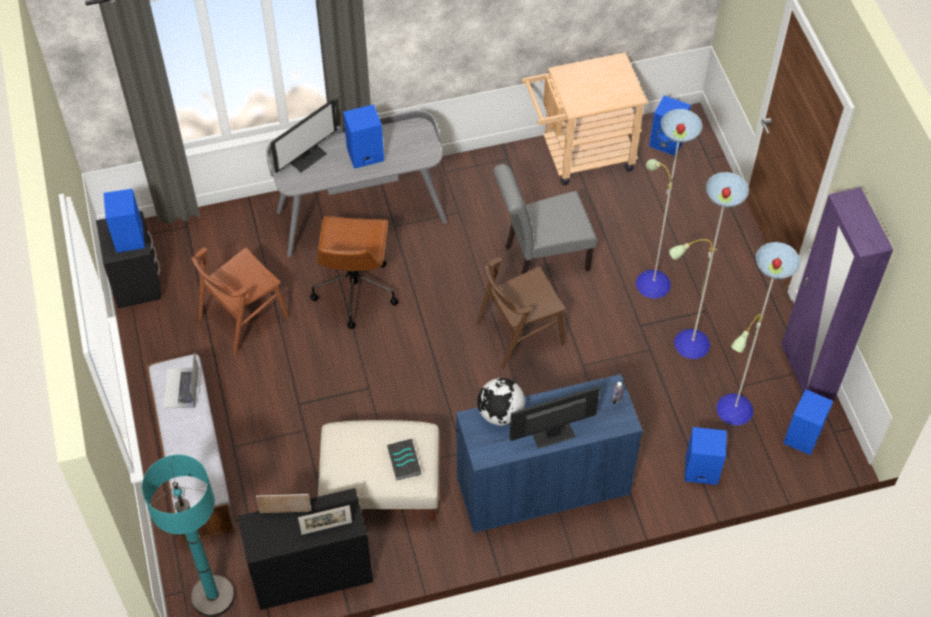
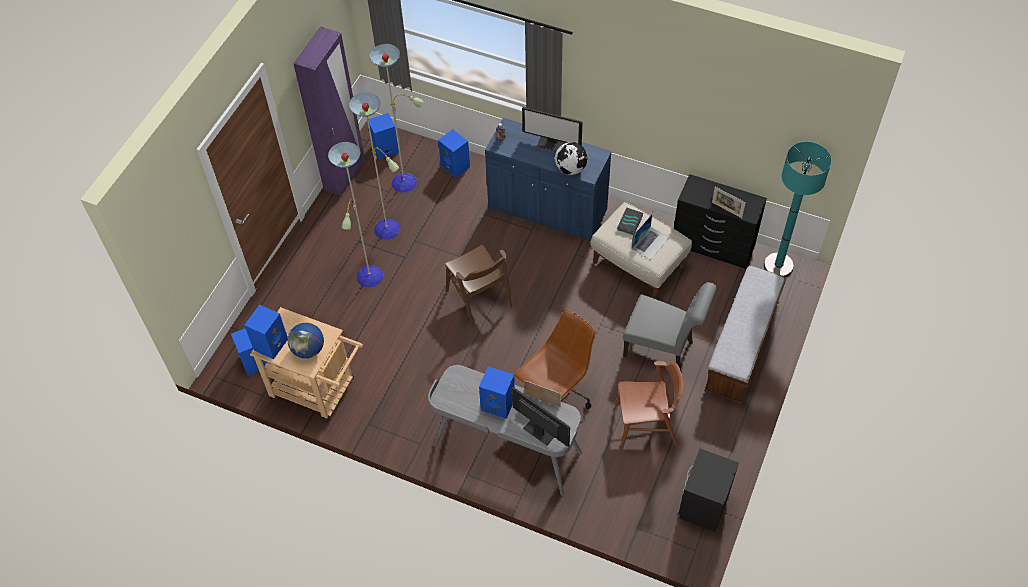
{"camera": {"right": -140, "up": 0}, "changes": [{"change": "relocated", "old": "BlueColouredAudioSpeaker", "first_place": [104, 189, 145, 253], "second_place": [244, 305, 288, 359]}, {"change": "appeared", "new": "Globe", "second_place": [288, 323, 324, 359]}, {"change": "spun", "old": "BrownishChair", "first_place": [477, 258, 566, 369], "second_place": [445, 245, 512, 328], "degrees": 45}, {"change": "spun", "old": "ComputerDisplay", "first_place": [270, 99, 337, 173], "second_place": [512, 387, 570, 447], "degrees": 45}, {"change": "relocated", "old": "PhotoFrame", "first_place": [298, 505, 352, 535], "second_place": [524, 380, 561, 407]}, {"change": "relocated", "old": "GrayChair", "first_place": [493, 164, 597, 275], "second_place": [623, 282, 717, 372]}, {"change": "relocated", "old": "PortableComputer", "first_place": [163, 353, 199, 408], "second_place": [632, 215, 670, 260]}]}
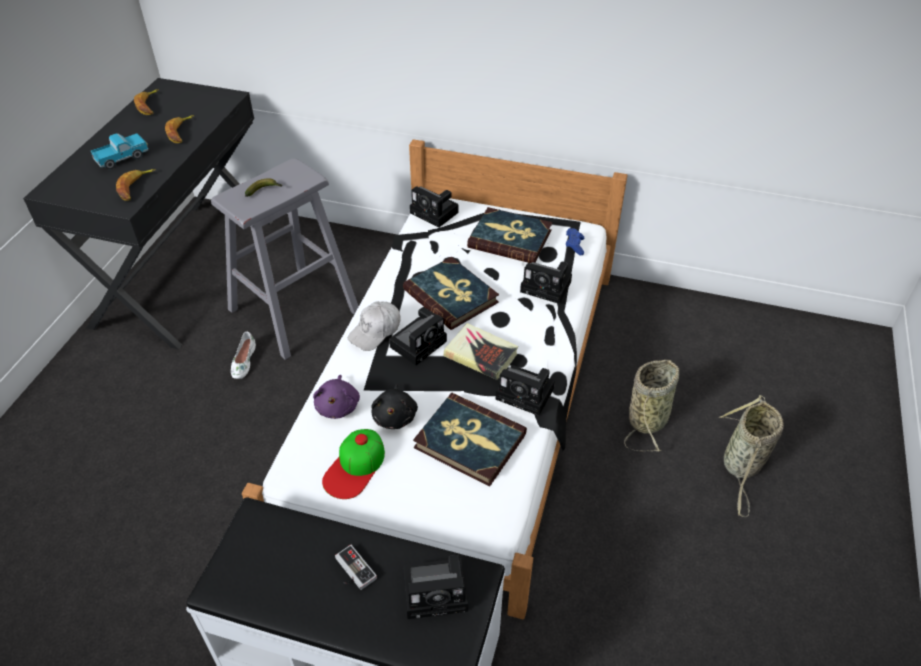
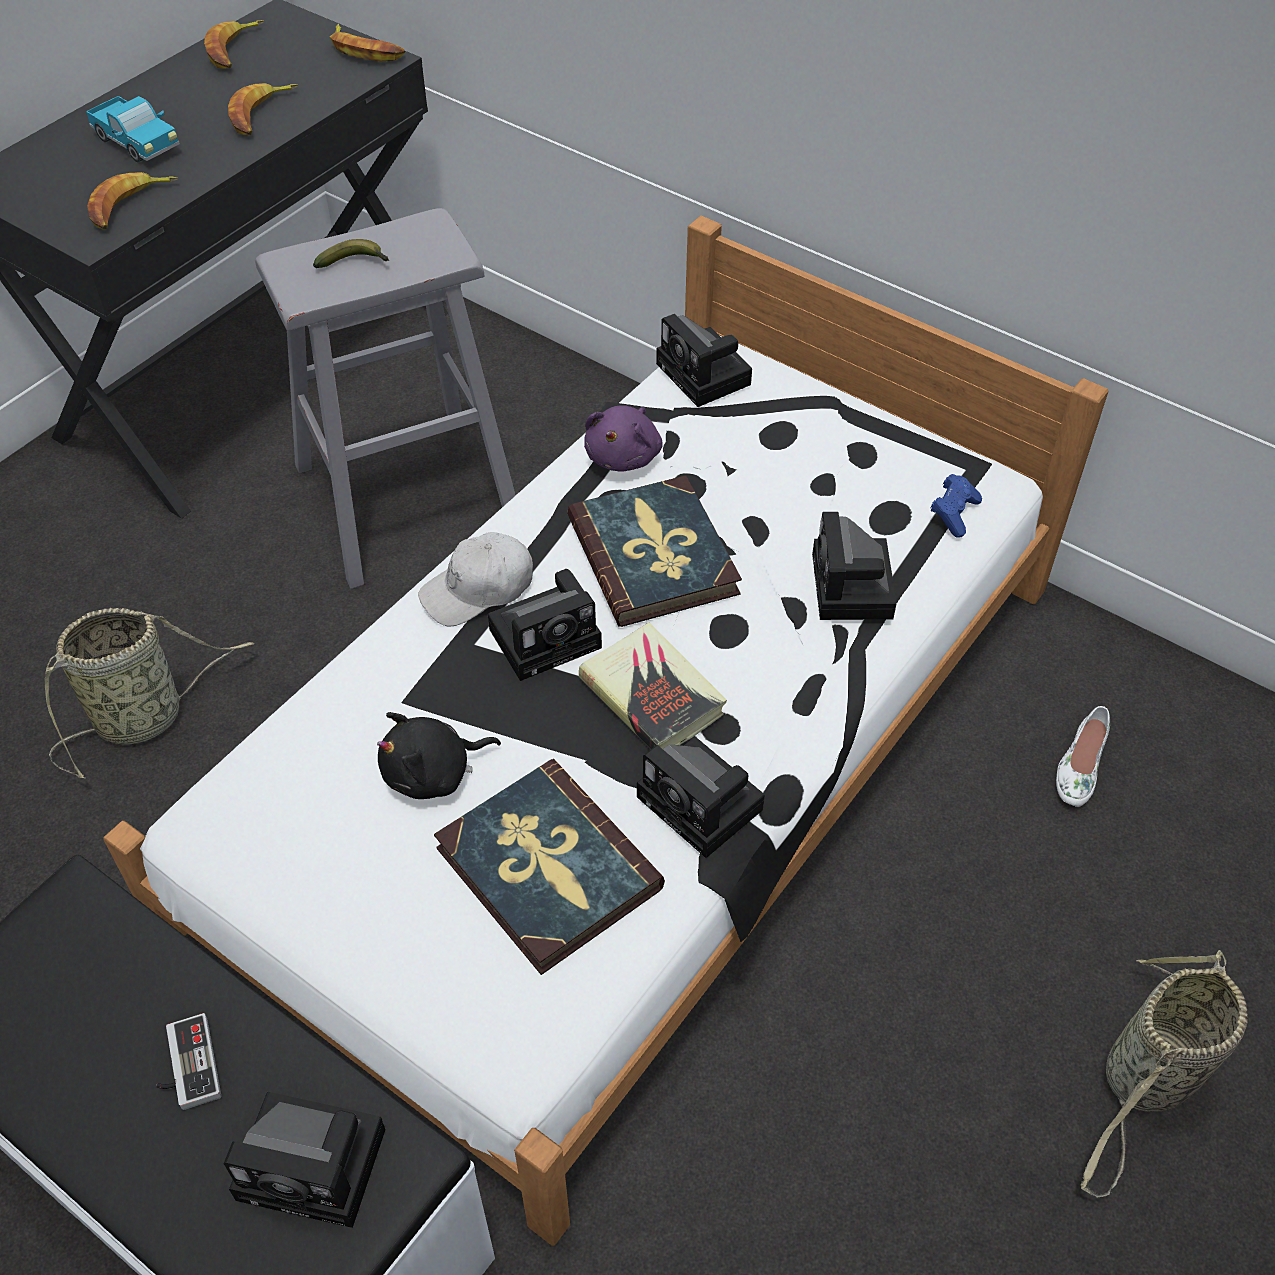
{"camera": {"right": 20, "up": 5}, "changes": [{"change": "relocated", "old": "StorageBasket", "first_place": [624, 360, 679, 452], "second_place": [45, 608, 254, 778]}, {"change": "spun", "old": "ToyTruck", "first_place": [91, 133, 148, 169], "second_place": [86, 96, 180, 162], "degrees": 60}, {"change": "appeared", "new": "WholeBanana", "second_place": [330, 24, 405, 61]}, {"change": "spun", "old": "BlackPlushToy", "first_place": [371, 384, 418, 429], "second_place": [377, 712, 501, 799], "degrees": 45}, {"change": "relocated", "old": "PurplePlushToy", "first_place": [313, 375, 360, 419], "second_place": [584, 405, 663, 472]}, {"change": "spun", "old": "StillCamera", "first_place": [520, 261, 572, 304], "second_place": [812, 512, 897, 620], "degrees": 45}, {"change": "relocated", "old": "WhitishLowShoe", "first_place": [231, 332, 256, 379], "second_place": [1056, 706, 1110, 807]}, {"change": "missing", "old": "Cap", "first_place": [322, 429, 385, 499]}, {"change": "missing", "old": "Book", "first_place": [467, 207, 552, 263]}]}
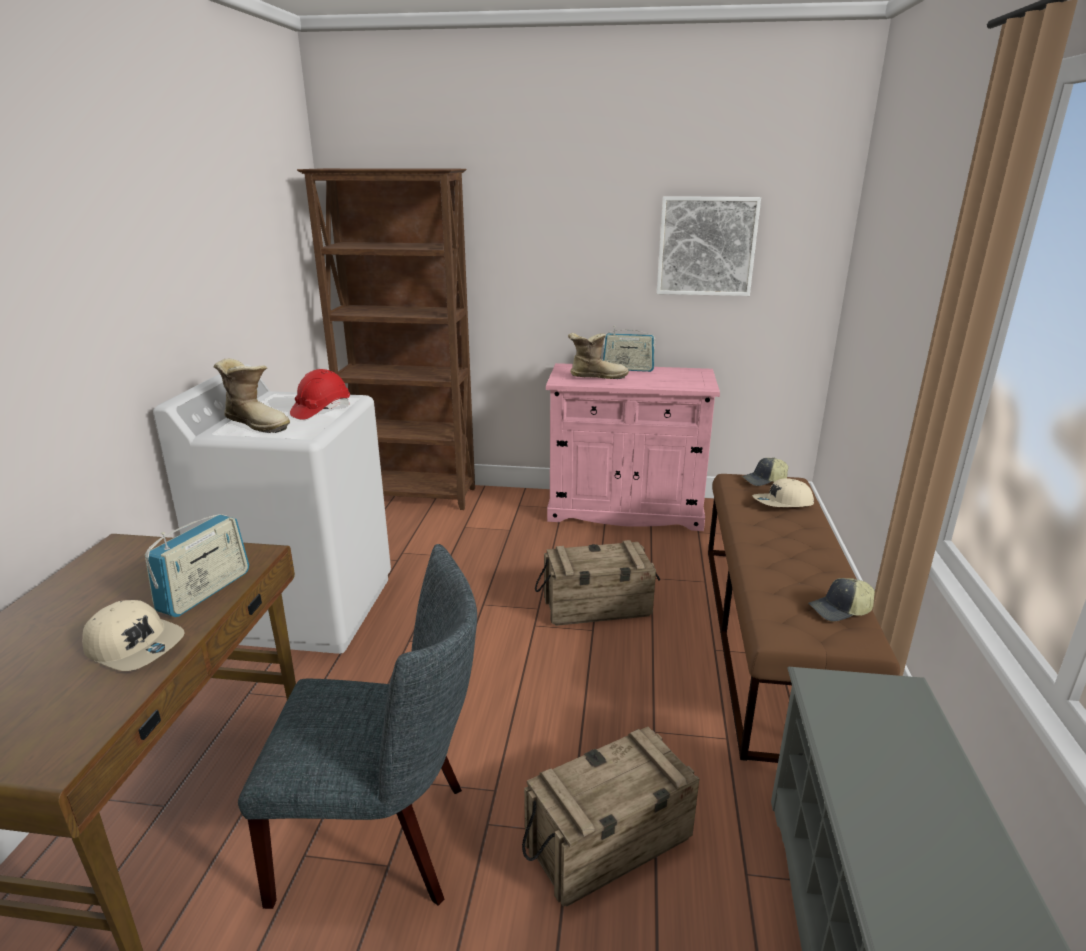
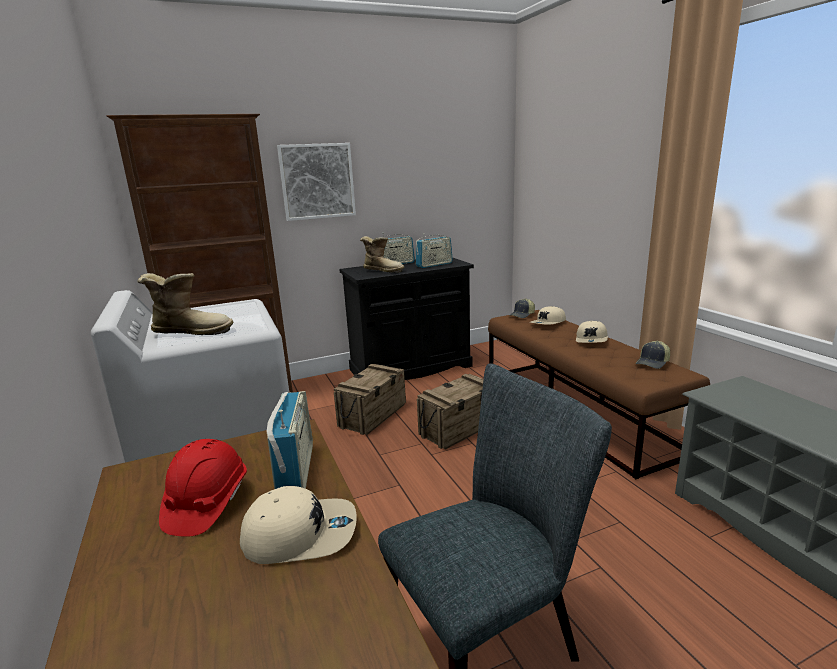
{"camera": {"right": -30, "up": -5}, "changes": [{"change": "relocated", "old": "RedWorkHelmet", "first_place": [290, 369, 350, 420], "second_place": [159, 439, 247, 537]}, {"change": "relocated", "old": "Picture", "first_place": [657, 196, 761, 296], "second_place": [277, 143, 356, 221]}, {"change": "relocated", "old": "PackingCrate", "first_place": [522, 727, 699, 907], "second_place": [334, 364, 406, 435]}, {"change": "colour", "old": "PinkStorageCabinet", "new": "BlackStorageCabinet", "first_place": [546, 363, 720, 531], "second_place": [339, 257, 474, 380]}, {"change": "spun", "old": "HighTopBoot", "first_place": [568, 333, 629, 379], "second_place": [360, 236, 404, 273], "degrees": 60}, {"change": "appeared", "new": "RadioReceiver", "second_place": [416, 233, 453, 268]}, {"change": "appeared", "new": "BeigeColouredCap", "second_place": [576, 321, 608, 343]}]}
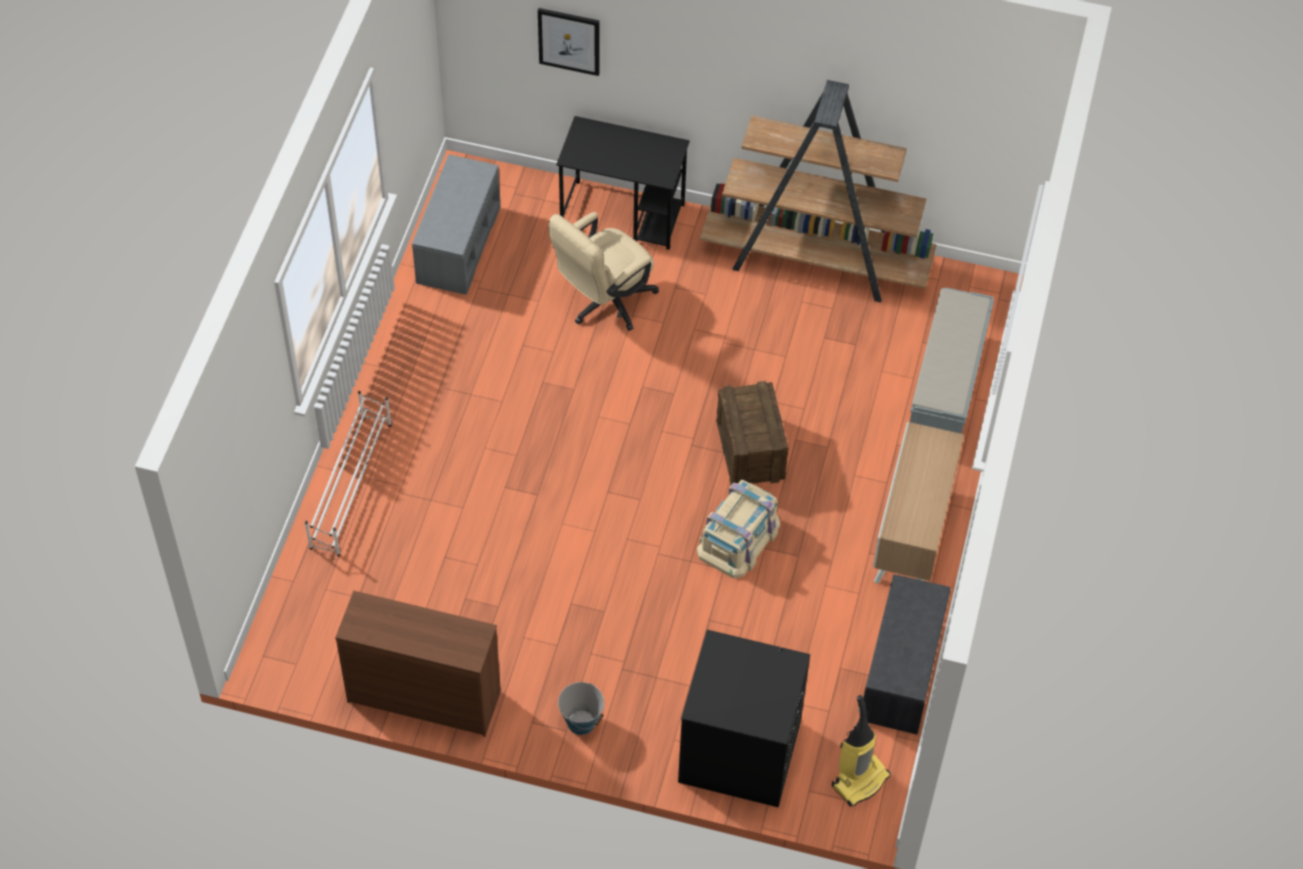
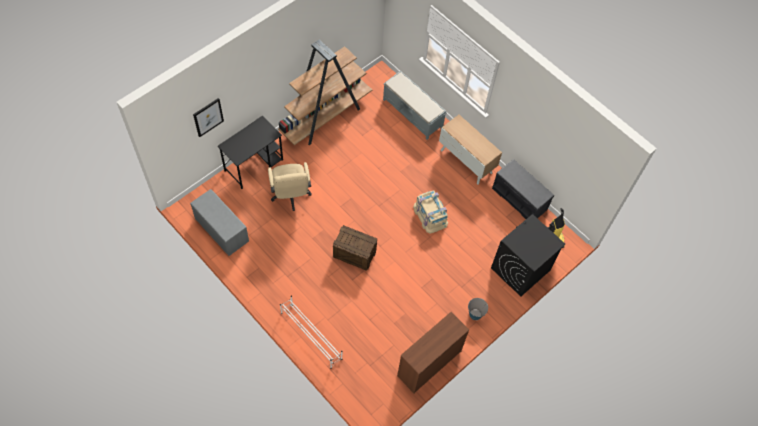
{"camera": {"right": -60, "up": 5}, "changes": [{"change": "relocated", "old": "PackingCrate", "first_place": [716, 381, 789, 485], "second_place": [333, 225, 377, 271]}]}
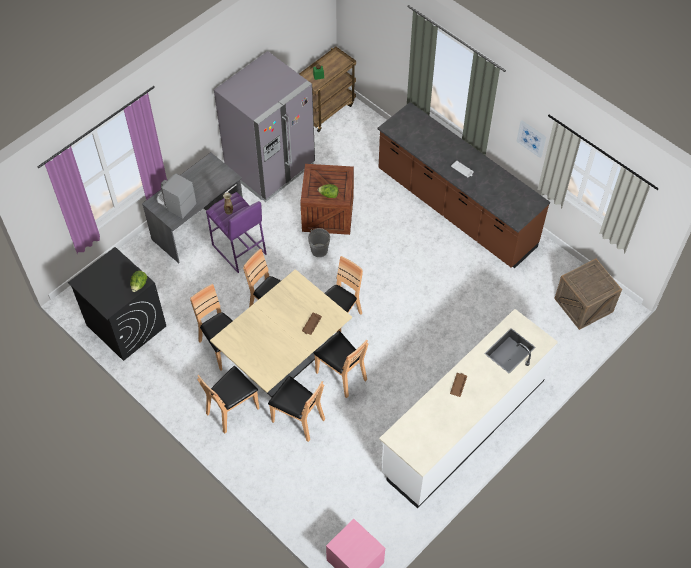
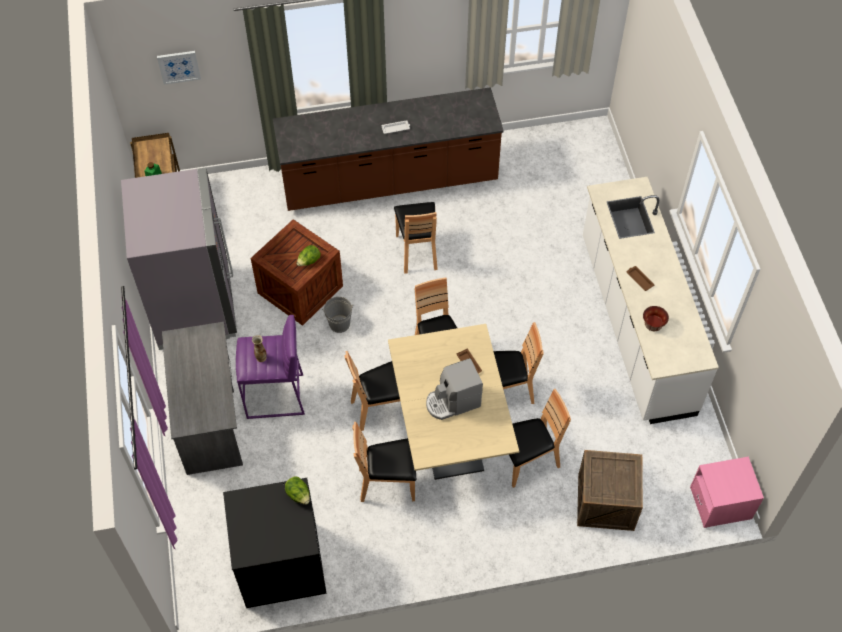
{"camera": {"right": -55, "up": 0}, "changes": [{"change": "relocated", "old": "Picture", "first_place": [516, 120, 546, 158], "second_place": [157, 51, 201, 85]}, {"change": "relocated", "old": "BrownishChair", "first_place": [197, 366, 260, 433], "second_place": [394, 202, 438, 273]}, {"change": "relocated", "old": "CoffeeBrewer", "first_place": [157, 173, 196, 219], "second_place": [426, 358, 483, 420]}, {"change": "relocated", "old": "PackingCrate", "first_place": [554, 258, 622, 330], "second_place": [577, 450, 643, 531]}, {"change": "appeared", "new": "DeepDish", "second_place": [643, 306, 669, 331]}]}
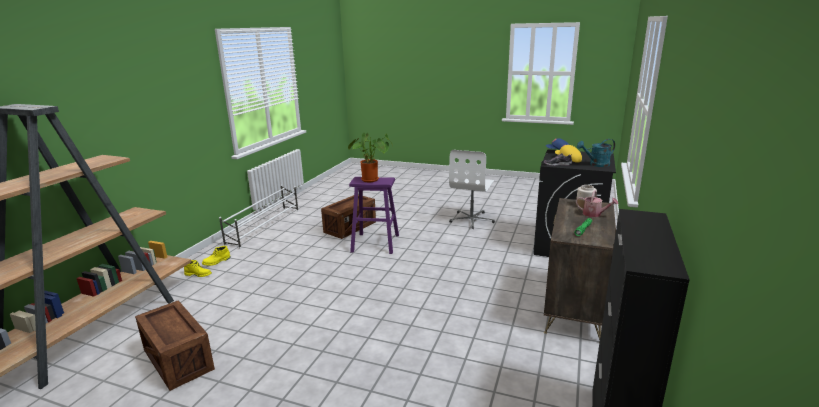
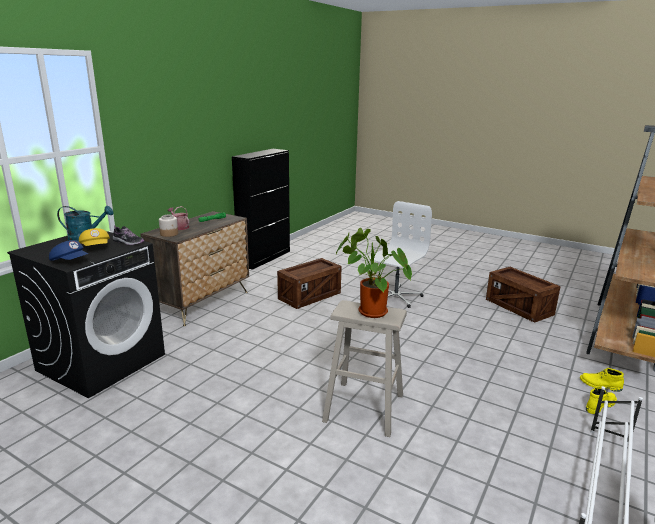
{"camera": {"right": -170, "up": 0}, "changes": [{"change": "relocated", "old": "PackingCrate", "first_place": [321, 195, 376, 239], "second_place": [277, 258, 342, 309]}, {"change": "colour", "old": "PurpleSittingStool", "new": "BeigeColouredSittingStool", "first_place": [349, 177, 399, 254], "second_place": [322, 300, 407, 437]}, {"change": "relocated", "old": "WhitishOfficeChair", "first_place": [449, 150, 495, 229], "second_place": [369, 201, 432, 308]}]}
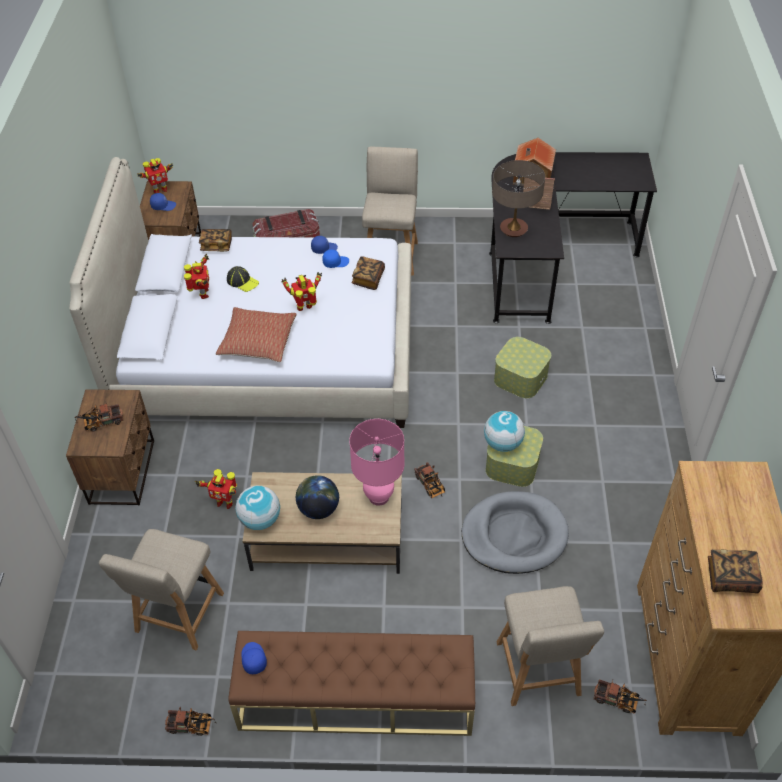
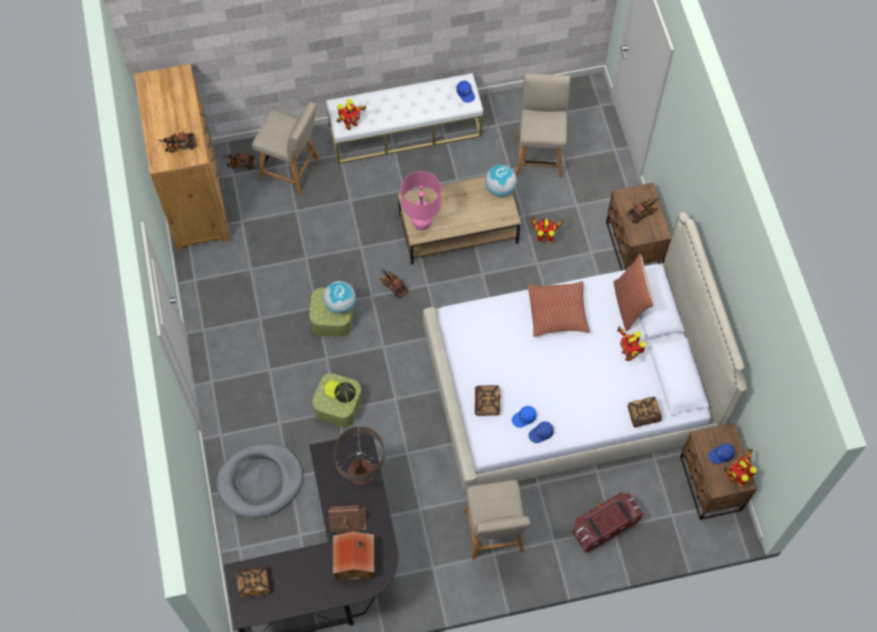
{"camera": {"right": 165, "up": 15}, "changes": [{"change": "relocated", "old": "ToyTruck", "first_place": [165, 707, 216, 736], "second_place": [158, 130, 196, 153]}, {"change": "relocated", "old": "GrayPetBed", "first_place": [462, 491, 569, 574], "second_place": [217, 443, 303, 518]}, {"change": "relocated", "old": "Book", "first_place": [708, 549, 763, 594], "second_place": [236, 566, 270, 598]}, {"change": "spun", "old": "BeigeColouredChair", "first_place": [497, 586, 604, 706], "second_place": [252, 102, 320, 195], "degrees": 135}, {"change": "relocated", "old": "Cap", "first_place": [227, 266, 259, 292], "second_place": [325, 380, 356, 403]}, {"change": "colour", "old": "BrownishBench", "new": "WhitishBench", "first_place": [228, 631, 475, 736], "second_place": [326, 73, 483, 164]}, {"change": "relocated", "old": "ToyRobot", "first_place": [281, 272, 322, 311], "second_place": [336, 99, 367, 130]}, {"change": "appeared", "new": "Cushion", "second_place": [613, 254, 654, 332]}, {"change": "missing", "old": "Globe", "first_place": [296, 475, 339, 519]}]}
